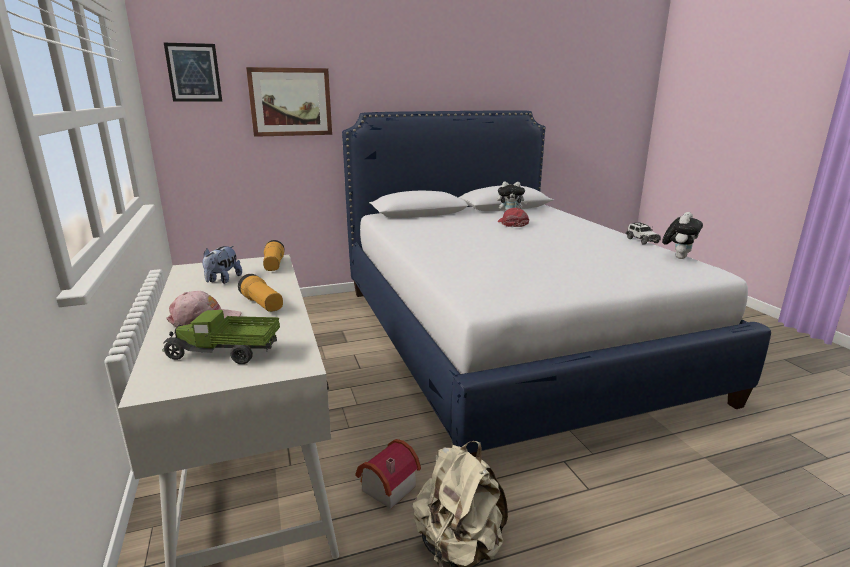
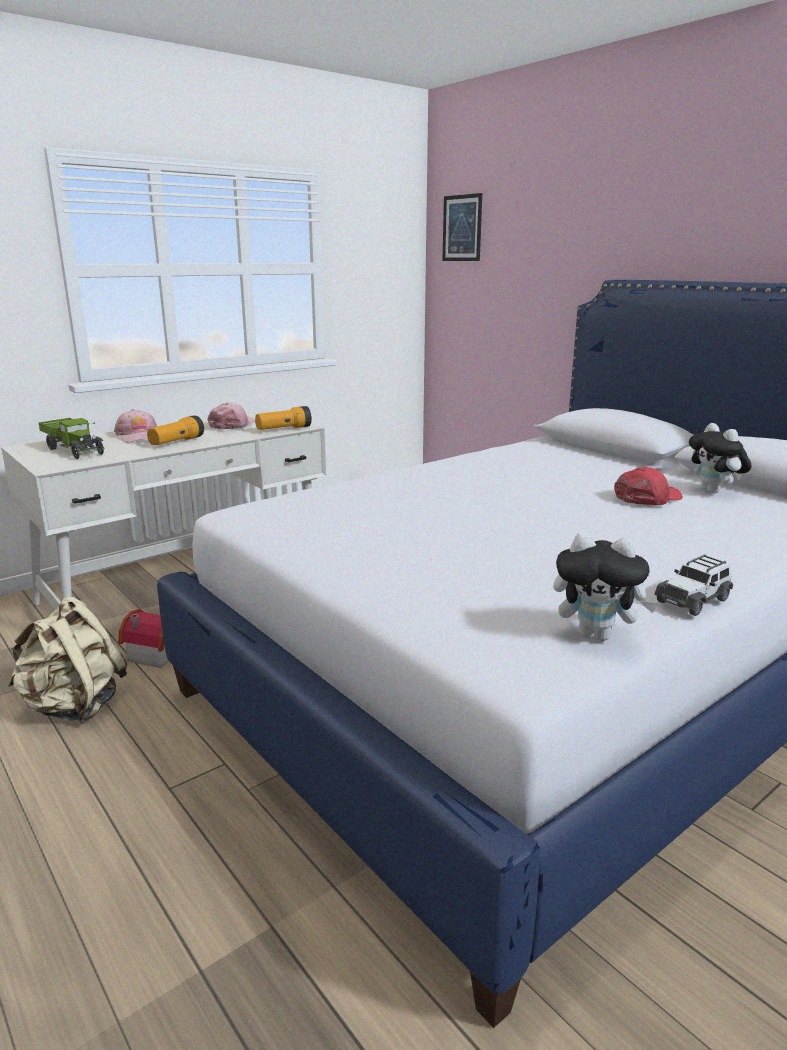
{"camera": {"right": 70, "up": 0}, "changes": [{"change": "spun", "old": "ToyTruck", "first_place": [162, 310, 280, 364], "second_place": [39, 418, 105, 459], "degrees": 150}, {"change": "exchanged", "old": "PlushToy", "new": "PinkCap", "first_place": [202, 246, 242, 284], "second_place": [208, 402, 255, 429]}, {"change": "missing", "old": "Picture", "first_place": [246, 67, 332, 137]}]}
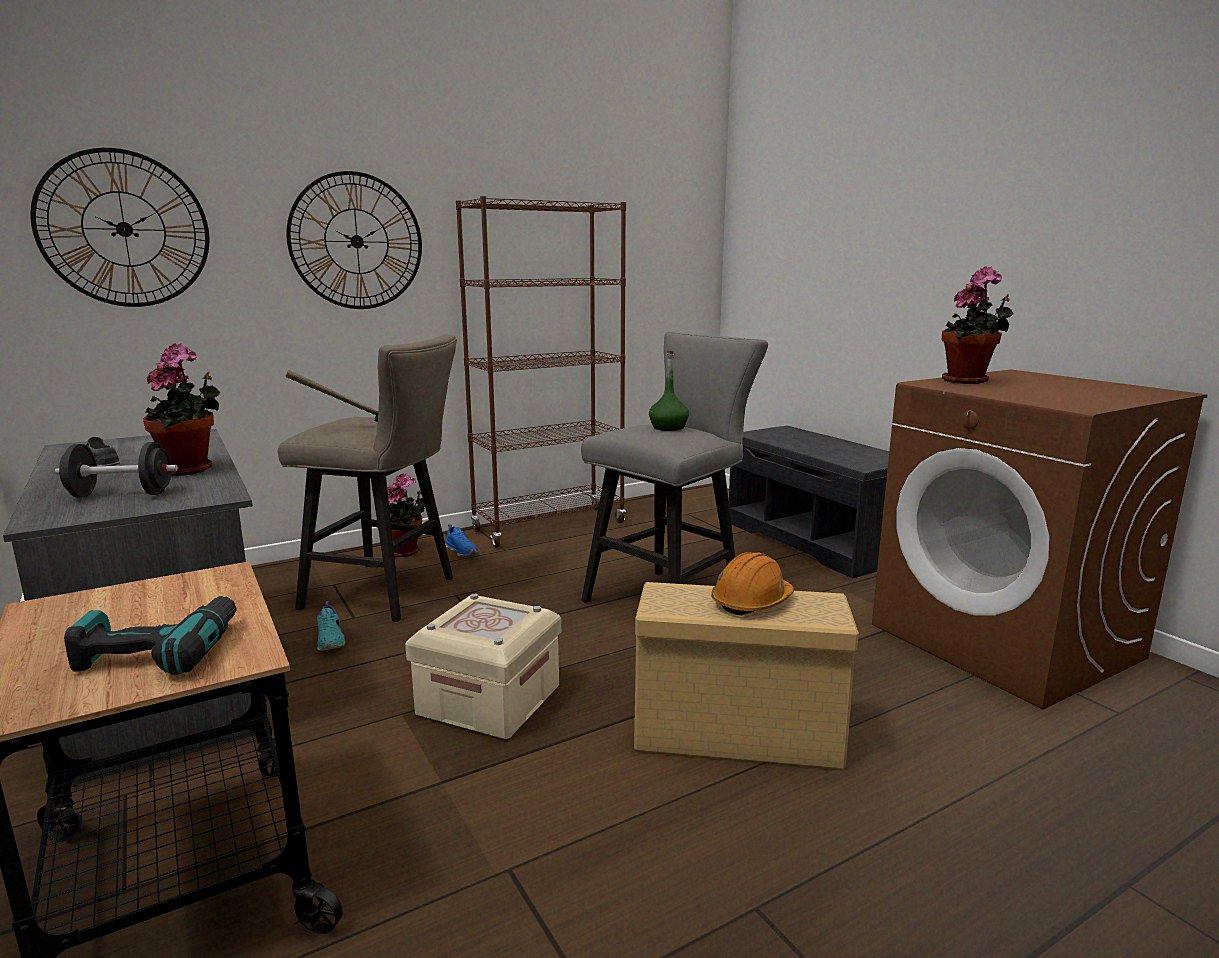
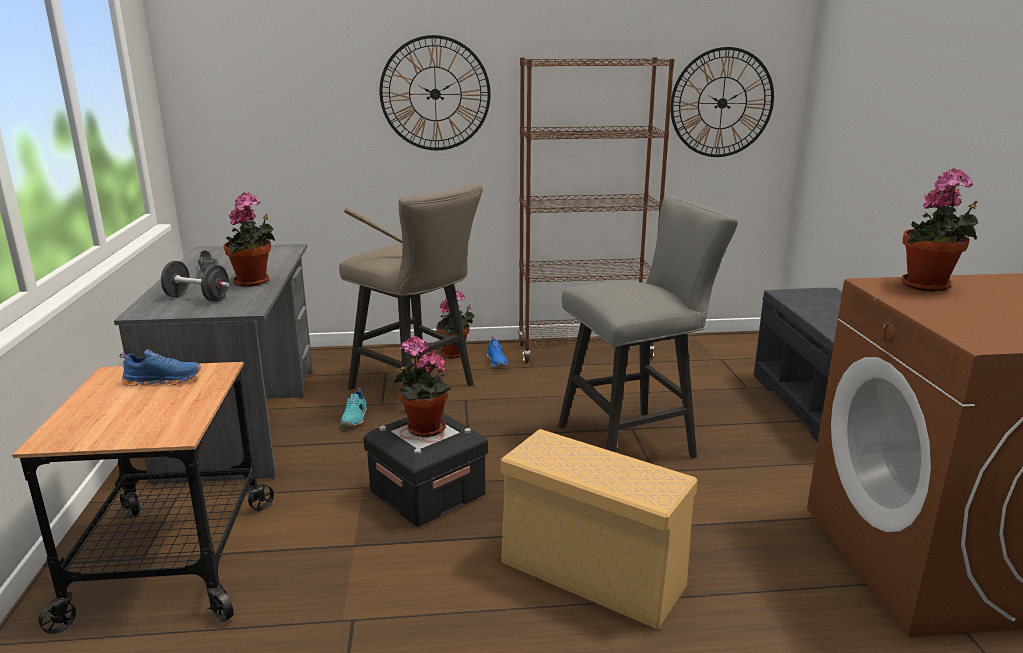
{"camera": {"right": 25, "up": 5}, "changes": [{"change": "appeared", "new": "BlueColouredLowShoe", "second_place": [119, 349, 201, 386]}, {"change": "colour", "old": "BeigeColouredStorageBox", "new": "BlackStorageBox", "first_place": [405, 593, 561, 739], "second_place": [363, 413, 488, 527]}, {"change": "appeared", "new": "PlantInAPot", "second_place": [392, 336, 451, 437]}, {"change": "relocated", "old": "HangingClock", "first_place": [30, 148, 209, 307], "second_place": [670, 47, 774, 157]}, {"change": "missing", "old": "ElectricDrill", "first_place": [64, 596, 237, 675]}, {"change": "missing", "old": "GreenColouredDrinkBottle", "first_place": [649, 351, 689, 431]}, {"change": "missing", "old": "OrangeColouredWorkHelmet", "first_place": [711, 552, 794, 616]}]}
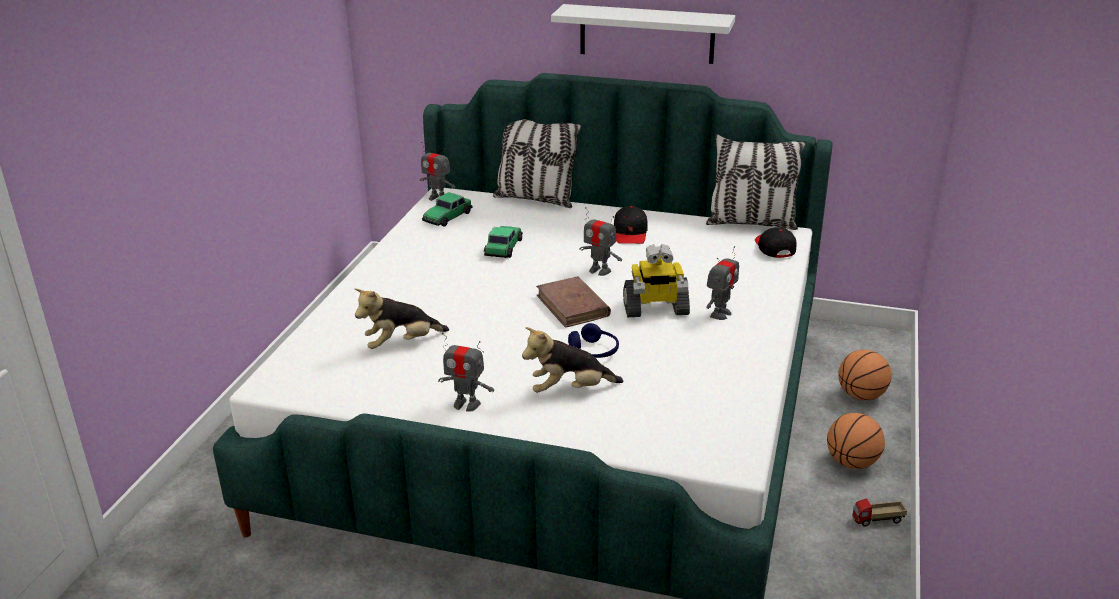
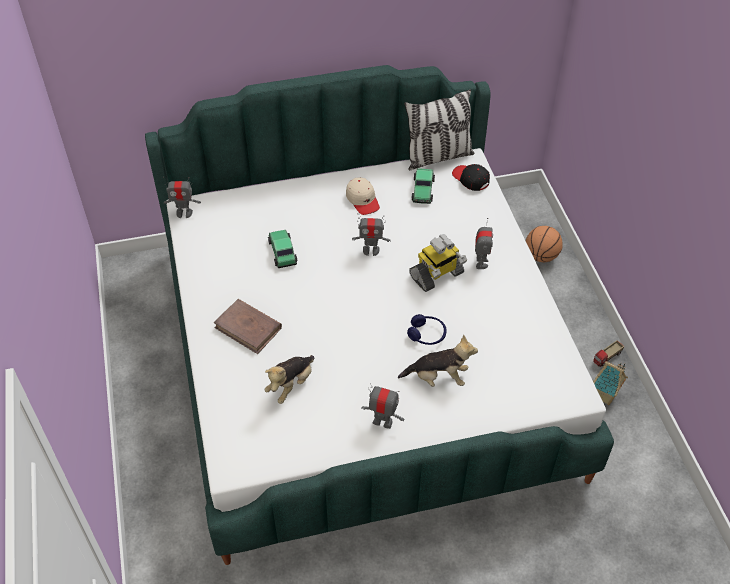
{"camera": {"right": -30, "up": 20}, "changes": [{"change": "relocated", "old": "BrownishBook", "first_place": [536, 276, 611, 328], "second_place": [214, 299, 282, 354]}, {"change": "colour", "old": "BlackCap", "new": "BeigeColouredCap", "first_place": [614, 206, 648, 244], "second_place": [346, 177, 380, 215]}, {"change": "spun", "old": "ToyRobot", "first_place": [438, 332, 494, 412], "second_place": [361, 383, 404, 429], "degrees": -150}, {"change": "spun", "old": "PlushToy", "first_place": [522, 327, 623, 393], "second_place": [398, 335, 478, 387], "degrees": -135}, {"change": "relocated", "old": "ToyCar", "first_place": [422, 192, 473, 226], "second_place": [411, 168, 435, 204]}, {"change": "appeared", "new": "ModelHouse", "second_place": [593, 361, 628, 405]}, {"change": "missing", "old": "Cushion", "first_place": [493, 119, 581, 208]}, {"change": "missing", "old": "WhitishShelf", "first_place": [551, 4, 735, 64]}, {"change": "missing", "old": "BasketballBall", "first_place": [827, 413, 885, 469]}]}
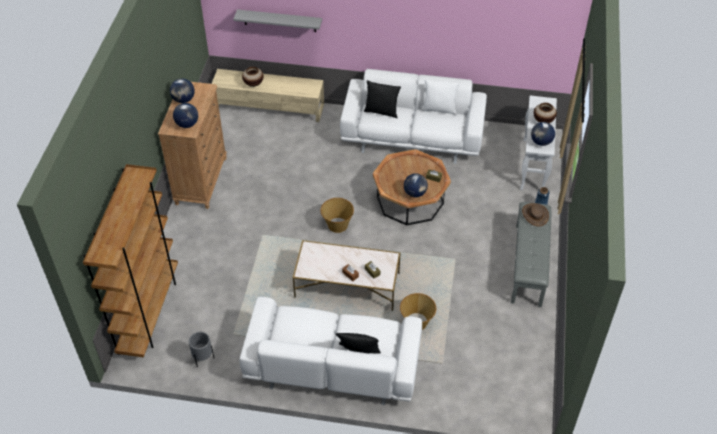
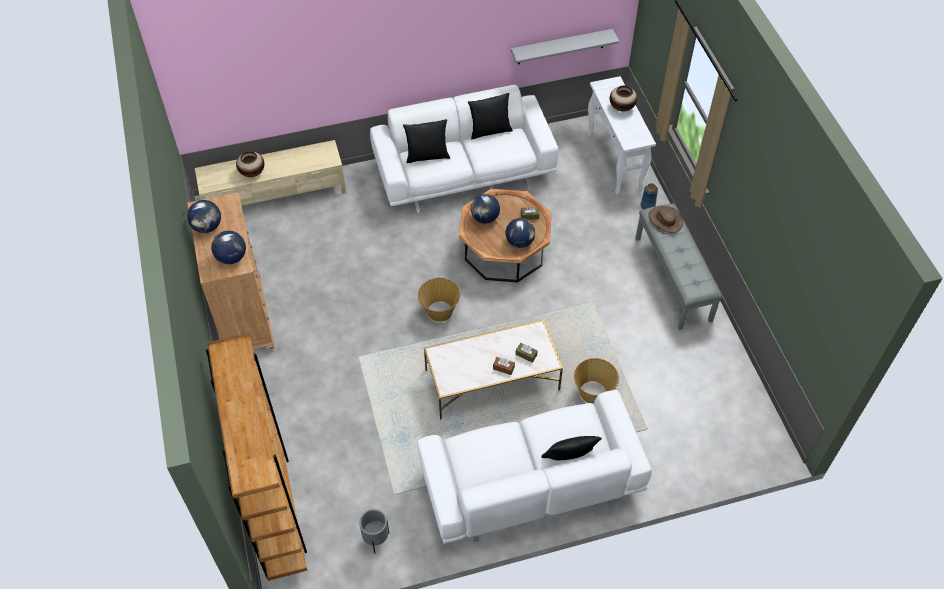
{"camera": {"right": -25, "up": 5}, "changes": [{"change": "colour", "old": "WhitishCushion", "new": "BlackCushion", "first_place": [422, 79, 460, 115], "second_place": [468, 93, 513, 139]}, {"change": "relocated", "old": "Globe", "first_place": [531, 122, 555, 146], "second_place": [471, 194, 500, 224]}, {"change": "relocated", "old": "GrayShelf", "first_place": [233, 9, 322, 32], "second_place": [511, 29, 619, 64]}]}
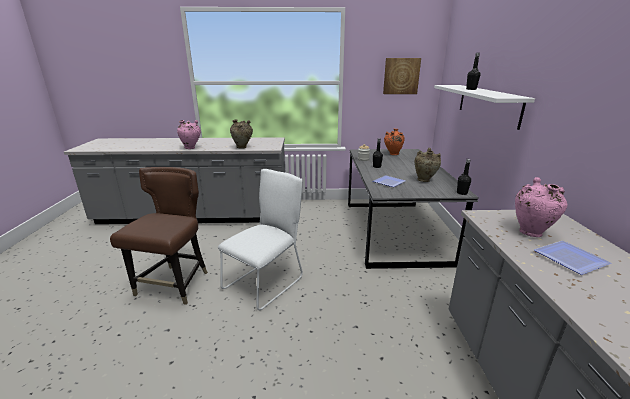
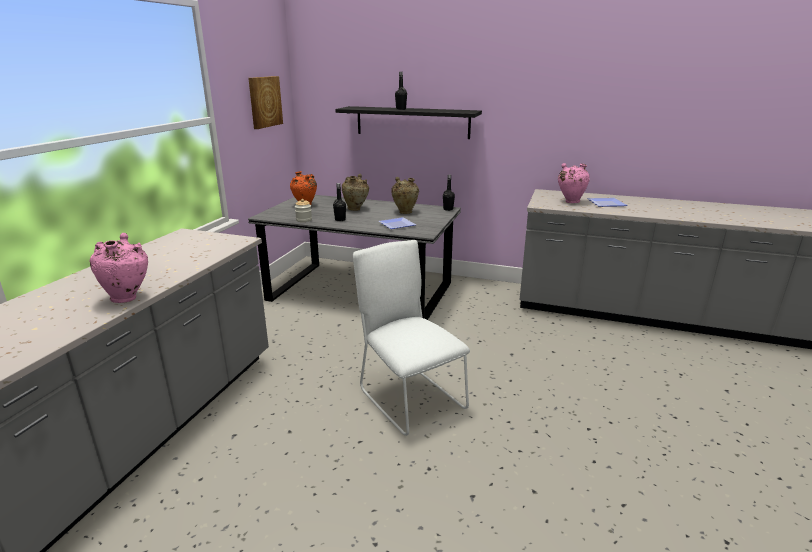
{"camera": {"right": -70, "up": 0}, "changes": [{"change": "colour", "old": "WhitishShelf", "new": "BlackShelf", "first_place": [434, 85, 535, 130], "second_place": [335, 106, 482, 139]}, {"change": "relocated", "old": "BeigeColouredFlowerVase", "first_place": [230, 119, 253, 149], "second_place": [342, 174, 369, 211]}, {"change": "missing", "old": "BrownishChair", "first_place": [110, 167, 208, 305]}]}
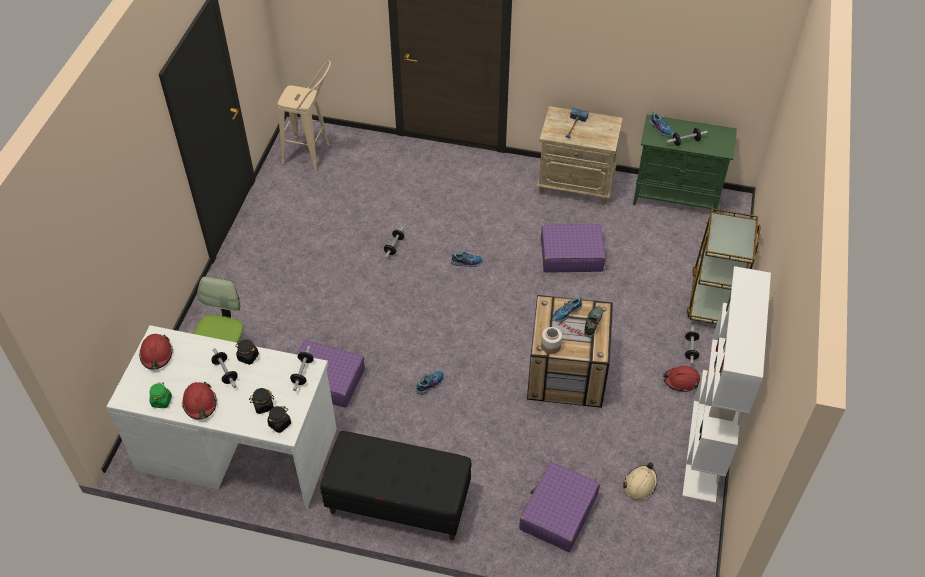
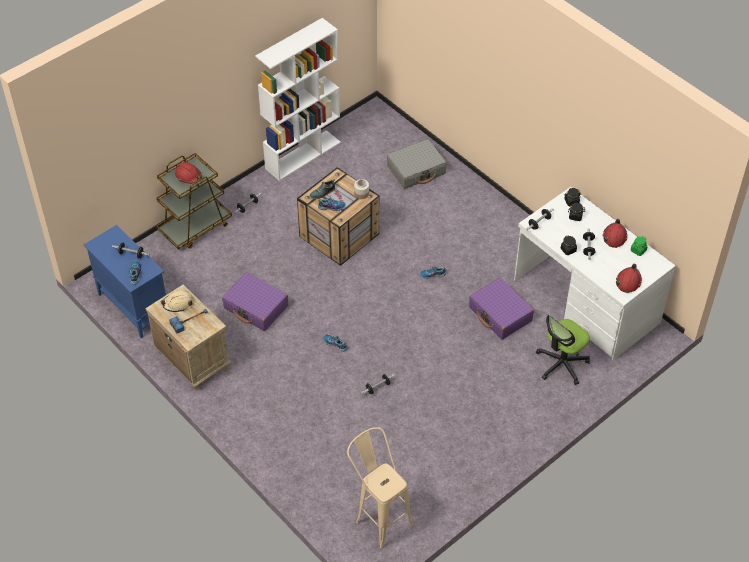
{"camera": {"right": -145, "up": 0}, "changes": [{"change": "colour", "old": "GreenColouredStorageCabinet", "new": "BlueColouredStorageCabinet", "first_place": [633, 115, 737, 212], "second_place": [84, 225, 166, 339]}, {"change": "relocated", "old": "BeigeColouredWorkHelmet", "first_place": [623, 462, 657, 500], "second_place": [161, 290, 193, 312]}, {"change": "relocated", "old": "RedWorkHelmet", "first_place": [663, 366, 700, 392], "second_place": [175, 162, 202, 184]}, {"change": "colour", "old": "PurpleSuitcase", "new": "GraySuitcase", "first_place": [519, 462, 600, 552], "second_place": [387, 139, 447, 189]}, {"change": "missing", "old": "BlackBench", "first_place": [320, 431, 471, 540]}]}
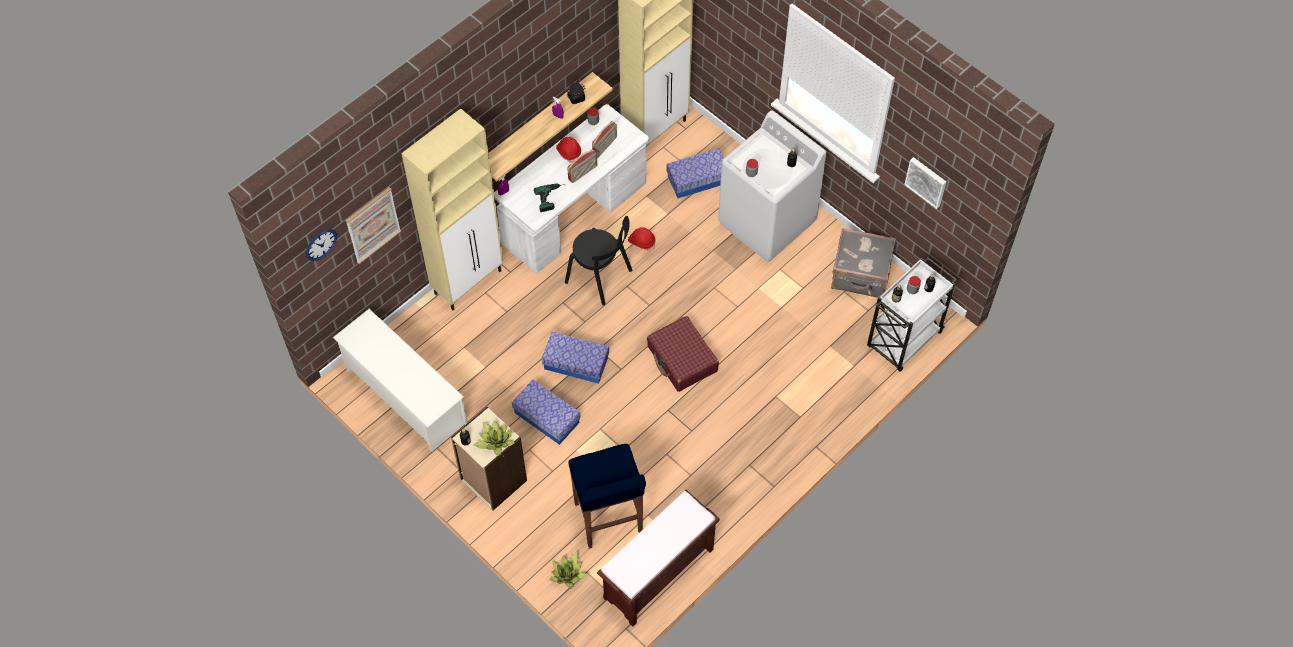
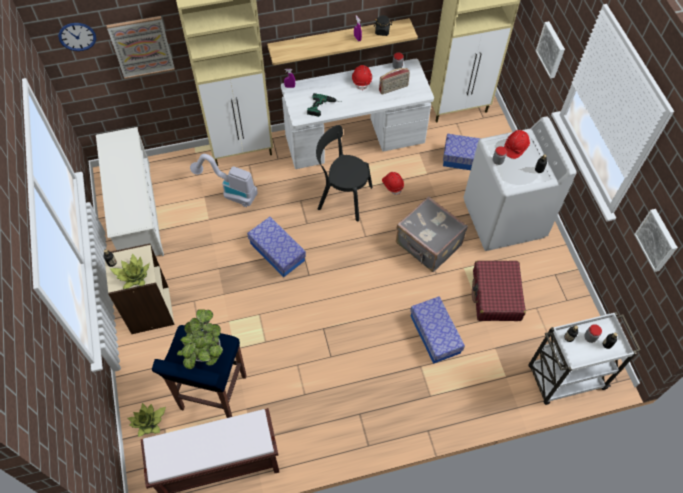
{"camera": {"right": 30, "up": 0}, "changes": [{"change": "appeared", "new": "PlantInAPot", "second_place": [177, 309, 223, 369]}, {"change": "appeared", "new": "Vacuum", "second_place": [190, 154, 258, 207]}, {"change": "spun", "old": "BlackChair", "first_place": [565, 216, 632, 306], "second_place": [316, 125, 373, 221], "degrees": 135}, {"change": "relocated", "old": "GraySuitcase", "first_place": [831, 228, 896, 298], "second_place": [396, 196, 468, 272]}, {"change": "relocated", "old": "StorageBox", "first_place": [512, 380, 581, 445], "second_place": [410, 296, 465, 364]}, {"change": "relocated", "old": "RedSuitcase", "first_place": [647, 316, 719, 392], "second_place": [472, 261, 526, 321]}, {"change": "appeared", "new": "RedWorkHelmet", "second_place": [504, 130, 530, 159]}, {"change": "appeared", "new": "Picture", "second_place": [536, 21, 565, 79]}, {"change": "missing", "old": "RadioReceiver", "first_place": [567, 149, 597, 183]}]}
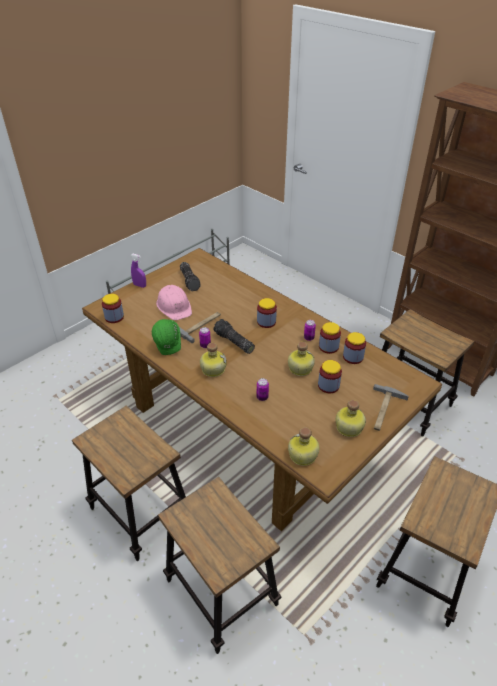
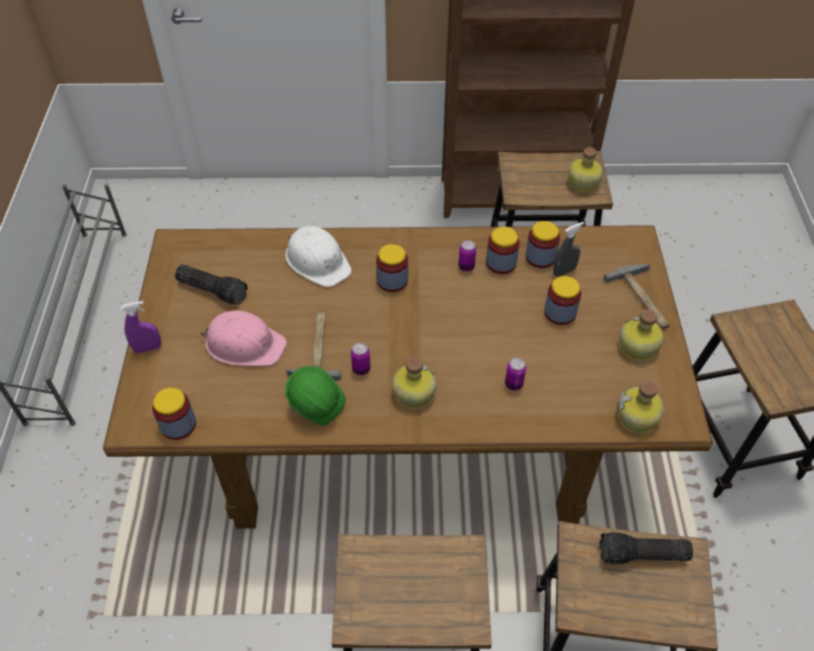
{"camera": {"right": -45, "up": 10}, "changes": [{"change": "appeared", "new": "WhitishWorkHelmet", "second_place": [285, 226, 352, 287]}, {"change": "appeared", "new": "GrayHandSprayer", "second_place": [553, 222, 584, 277]}, {"change": "relocated", "old": "DrinkBottle", "first_place": [288, 342, 315, 376], "second_place": [568, 147, 603, 192]}, {"change": "relocated", "old": "HandTorch", "first_place": [213, 319, 255, 354], "second_place": [599, 532, 693, 564]}]}
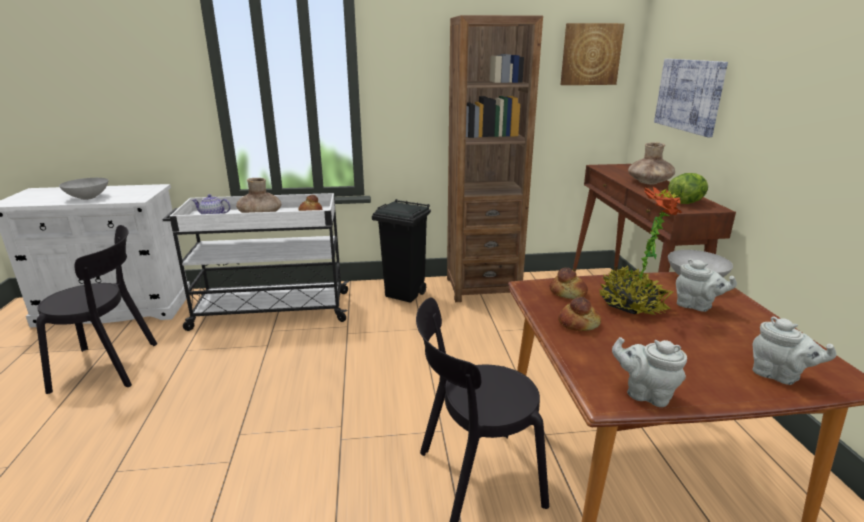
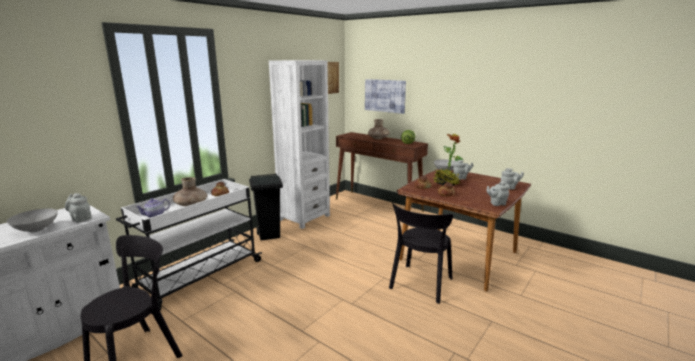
{"camera": {"right": -45, "up": -5}, "changes": [{"change": "appeared", "new": "GrayTeapot", "second_place": [65, 193, 92, 222]}, {"change": "colour", "old": "BrownishBookshelf", "new": "WhitishBookshelf", "first_place": [447, 15, 543, 302], "second_place": [269, 60, 330, 229]}]}
